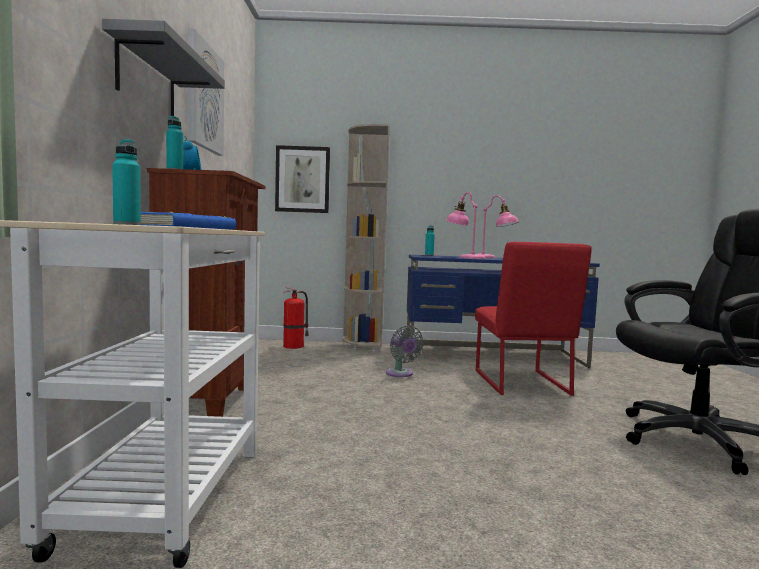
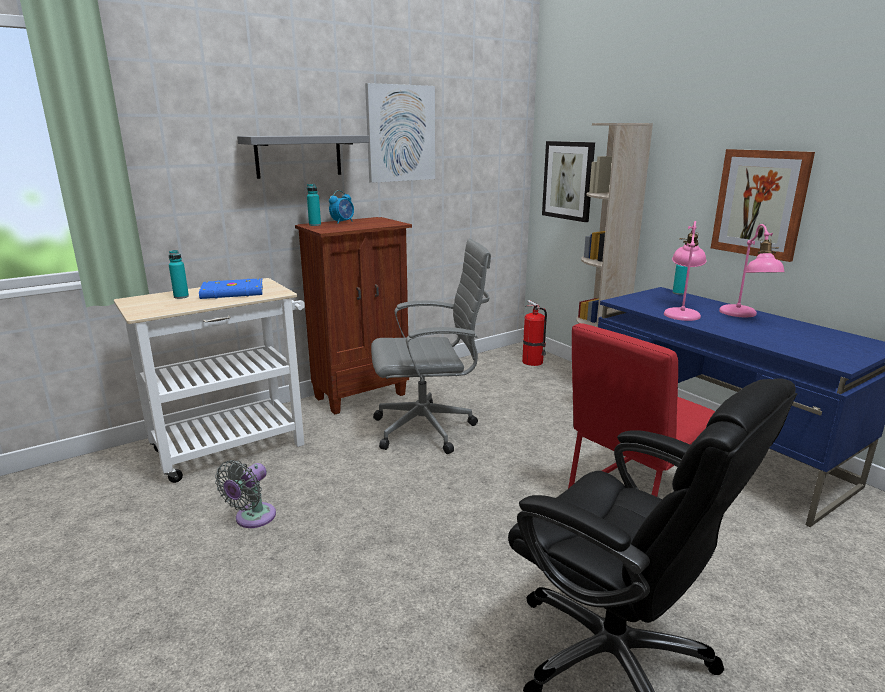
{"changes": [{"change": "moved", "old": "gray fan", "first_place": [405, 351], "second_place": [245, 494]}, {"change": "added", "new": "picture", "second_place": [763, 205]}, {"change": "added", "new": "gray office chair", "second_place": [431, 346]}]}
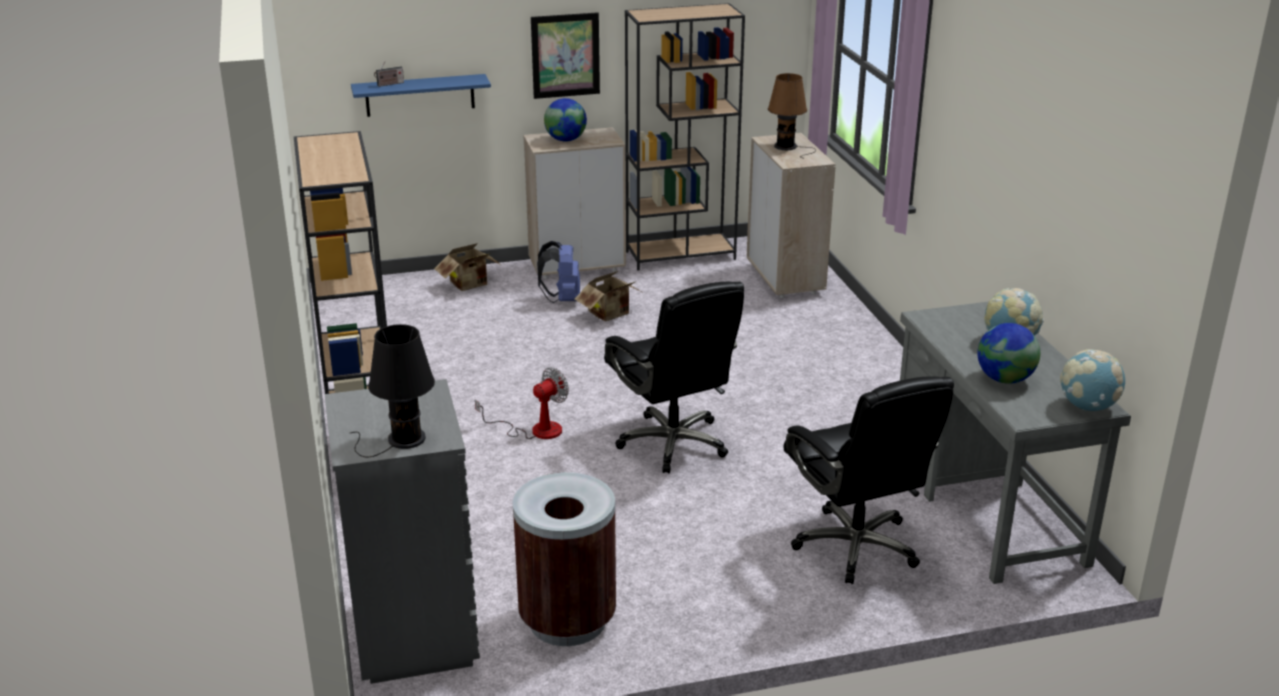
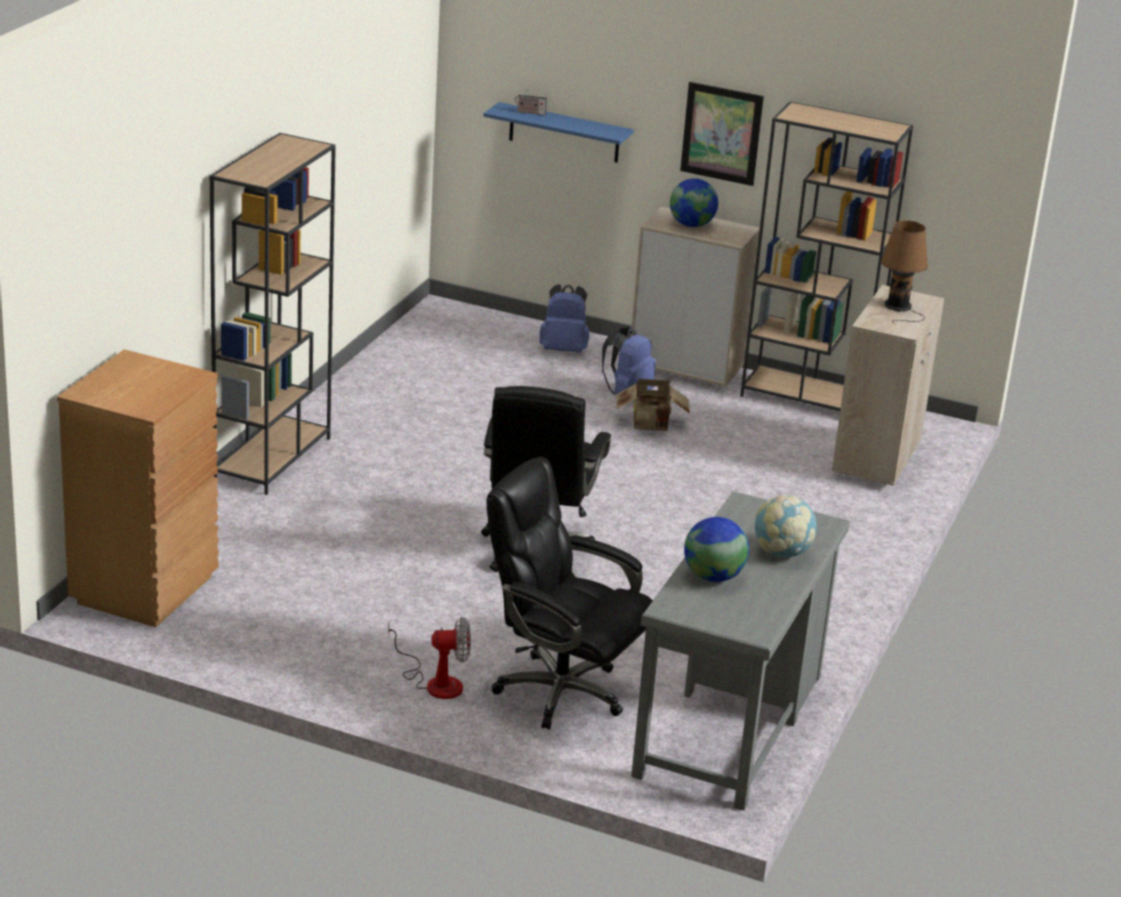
{"changes": [{"change": "replaced", "old": "cardboard box", "new": "blue backpack", "first_place": [467, 267], "second_place": [564, 318]}, {"change": "removed", "old": "black-coloured table lamp", "first_place": [393, 390]}, {"change": "removed", "old": "desk globe", "first_place": [1092, 380]}, {"change": "moved", "old": "fan", "first_place": [522, 403], "second_place": [429, 658]}, {"change": "turned", "old": "black-coloured office chair", "first_place": [869, 480], "second_place": [569, 593], "degrees": 105}, {"change": "recoloured", "old": "gray dresser", "new": "brownish dresser", "first_place": [402, 531], "second_place": [138, 488]}, {"change": "removed", "old": "brownish waste bin", "first_place": [564, 559]}]}
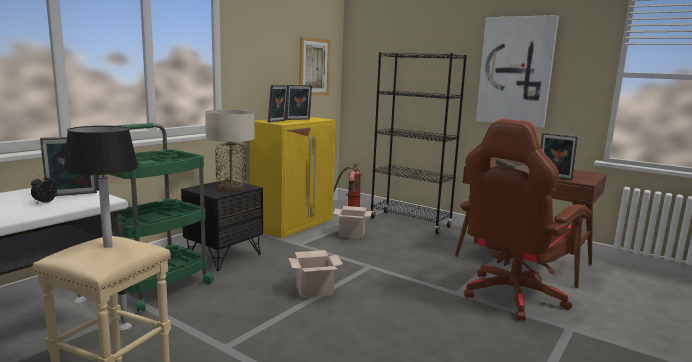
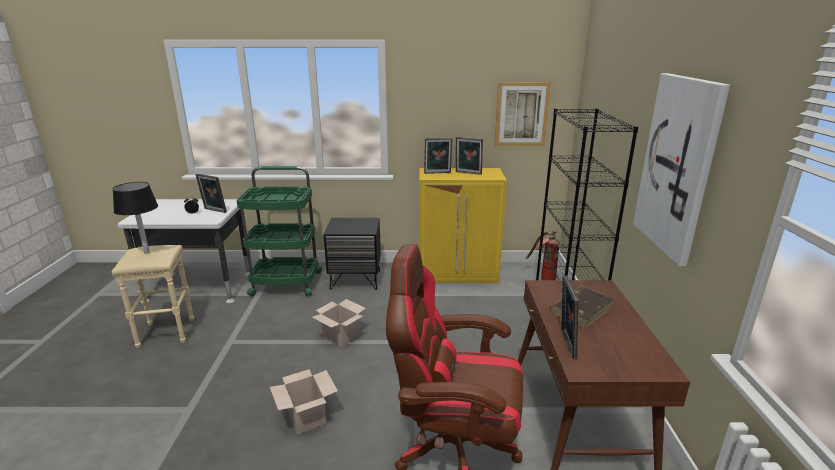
{"changes": [{"change": "removed", "old": "table lamp", "first_place": [230, 151]}, {"change": "moved", "old": "cardboard box", "first_place": [352, 222], "second_place": [304, 402]}]}
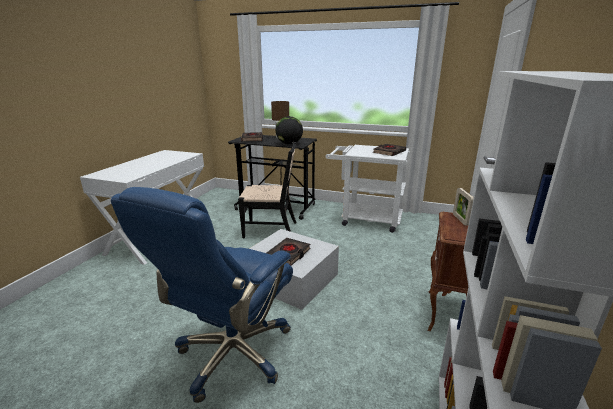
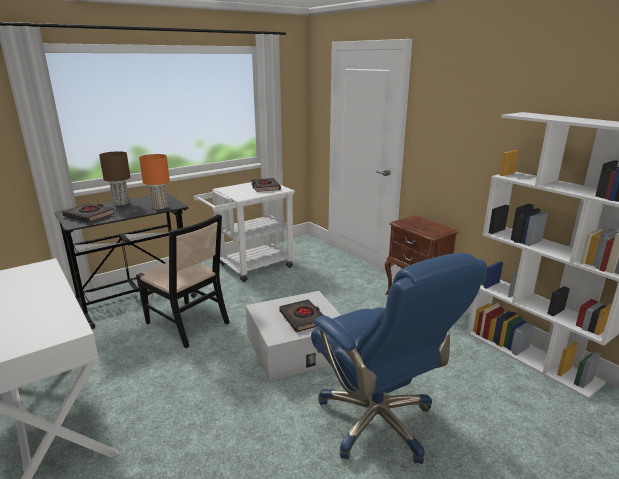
{"changes": [{"change": "replaced", "old": "desk globe", "new": "orange table lamp", "first_place": [289, 130], "second_place": [154, 181]}, {"change": "turned", "old": "plain chair", "first_place": [267, 190], "second_place": [183, 281], "degrees": 90}, {"change": "removed", "old": "standing frame", "first_place": [463, 207]}]}
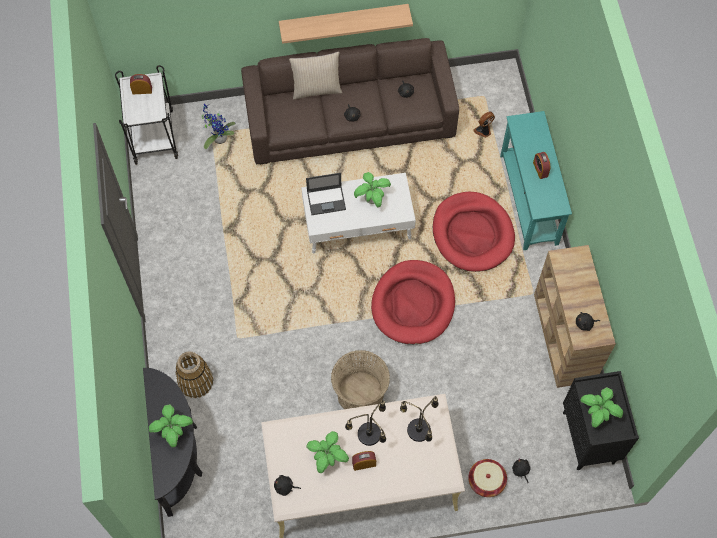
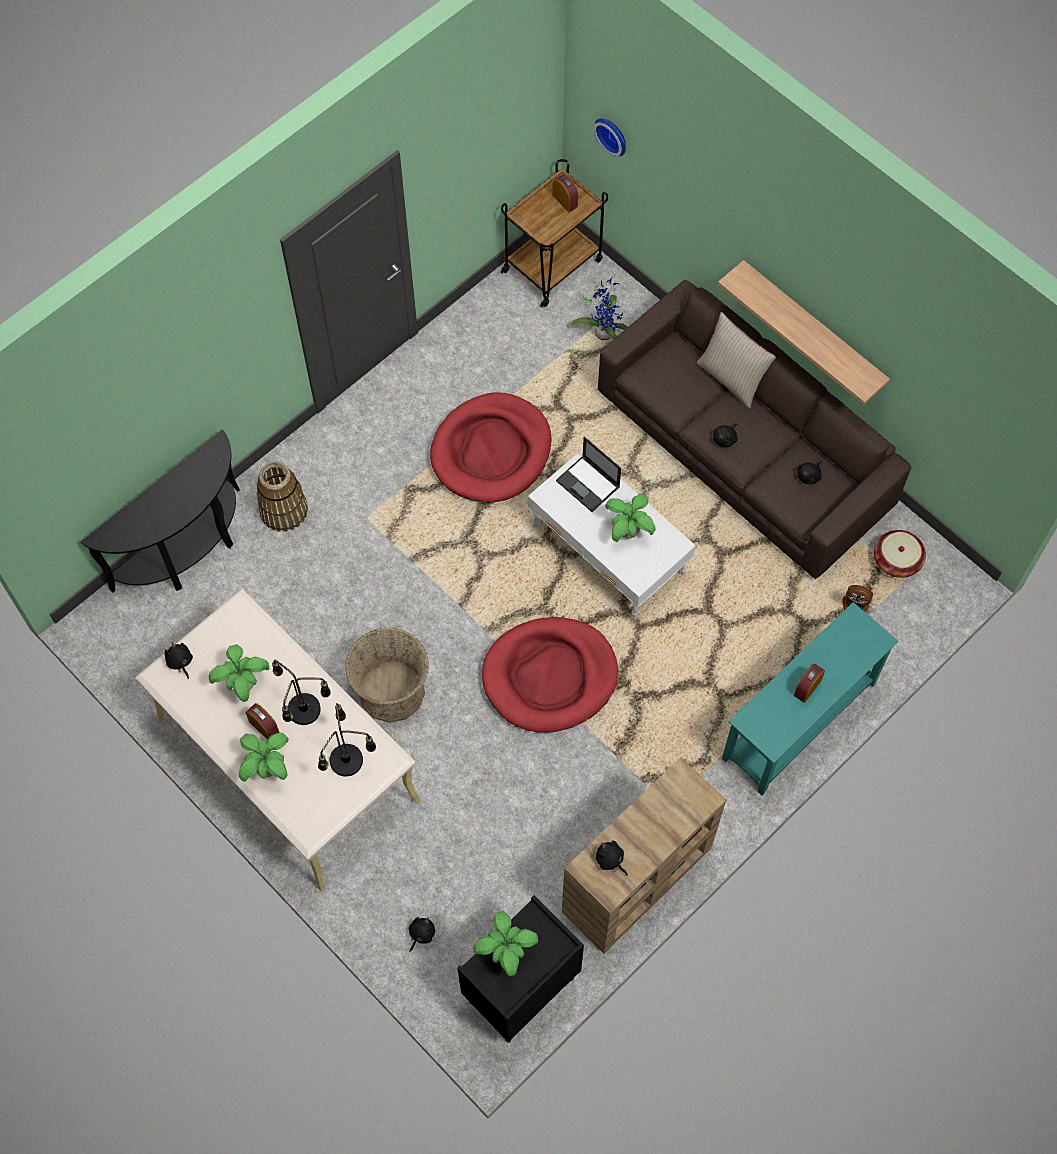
{"changes": [{"change": "recoloured", "old": "whitish cart", "new": "brownish cart", "first_place": [146, 115], "second_place": [554, 233]}, {"change": "moved", "old": "red dog bed", "first_place": [474, 232], "second_place": [491, 447]}, {"change": "moved", "old": "potted plant", "first_place": [171, 425], "second_place": [264, 757]}, {"change": "moved", "old": "storage basket", "first_place": [487, 478], "second_place": [900, 554]}, {"change": "added", "new": "wall clock", "second_place": [609, 138]}]}
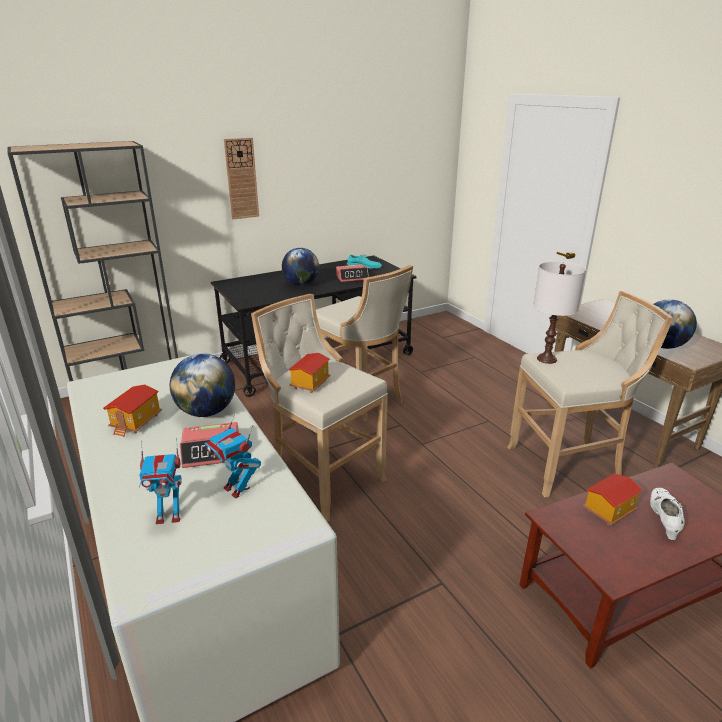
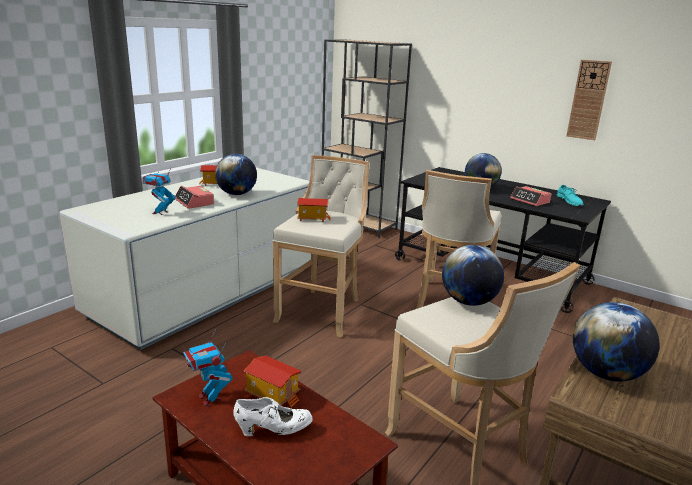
{"changes": [{"change": "moved", "old": "wall clock", "first_place": [241, 178], "second_place": [589, 100]}, {"change": "replaced", "old": "whitish table lamp", "new": "desk globe", "first_place": [559, 312], "second_place": [473, 275]}, {"change": "moved", "old": "toy robot", "first_place": [160, 481], "second_place": [208, 367]}]}
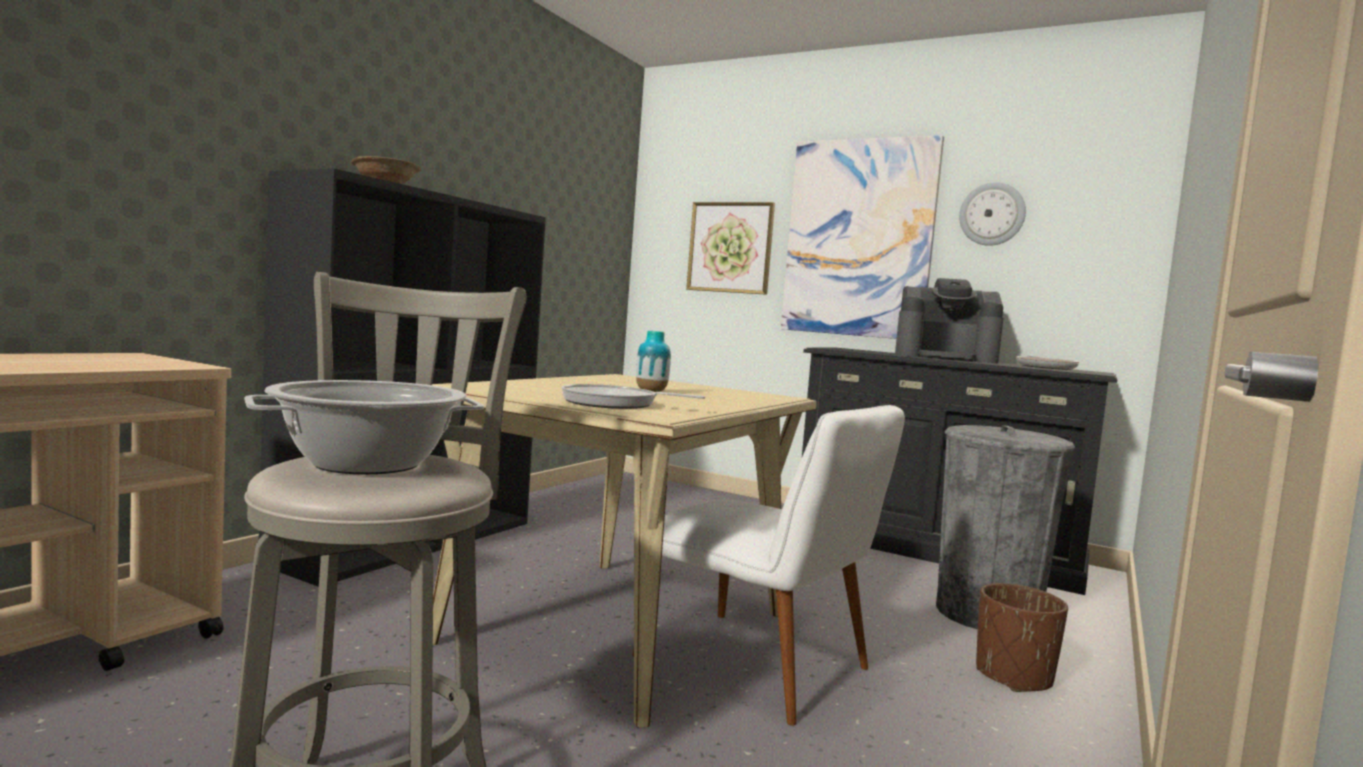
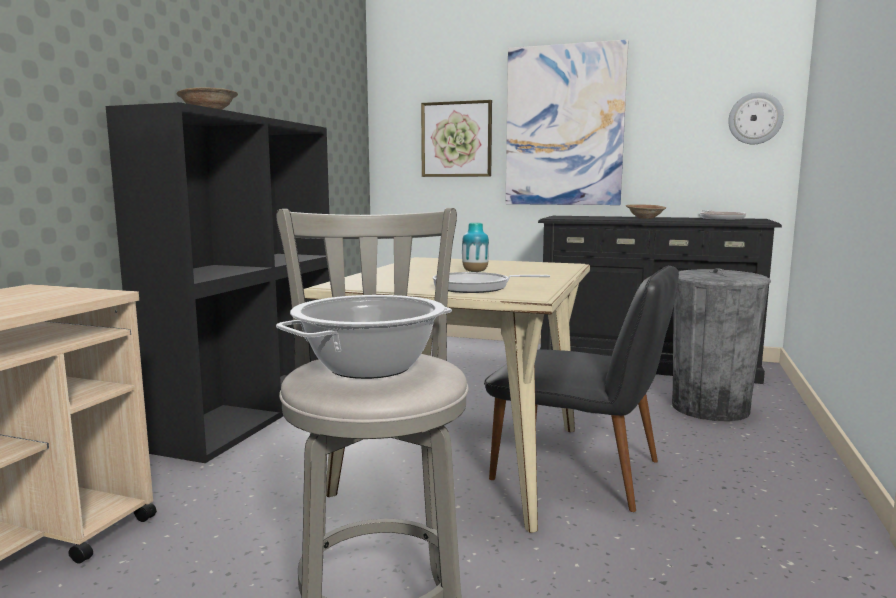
{"changes": [{"change": "moved", "old": "wall clock", "first_place": [992, 214], "second_place": [756, 118]}, {"change": "replaced", "old": "coffee maker", "new": "brownish bowl", "first_place": [949, 321], "second_place": [646, 211]}, {"change": "recoloured", "old": "whitish plain chair", "new": "black-coloured plain chair", "first_place": [768, 565], "second_place": [581, 388]}, {"change": "removed", "old": "brownish plant pot", "first_place": [1022, 637]}]}
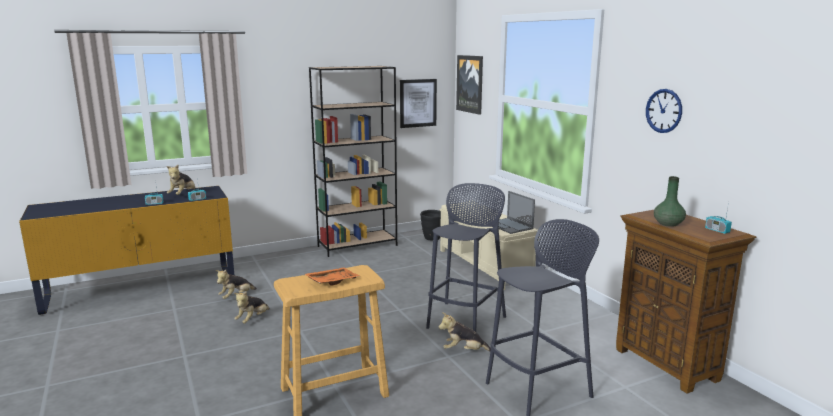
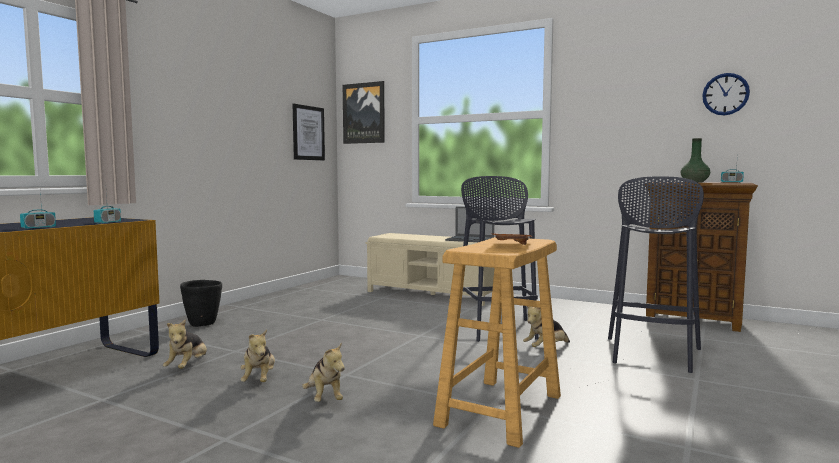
{"changes": [{"change": "removed", "old": "beige bookshelf", "first_place": [353, 161]}, {"change": "moved", "old": "wall clock", "first_place": [664, 111], "second_place": [726, 94]}, {"change": "moved", "old": "soft toy", "first_place": [181, 180], "second_place": [323, 372]}, {"change": "moved", "old": "black-coloured plant pot", "first_place": [430, 225], "second_place": [201, 303]}]}
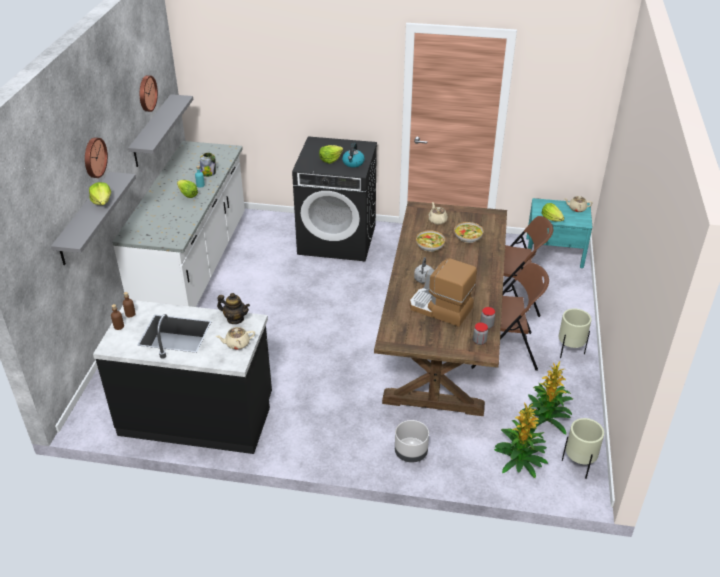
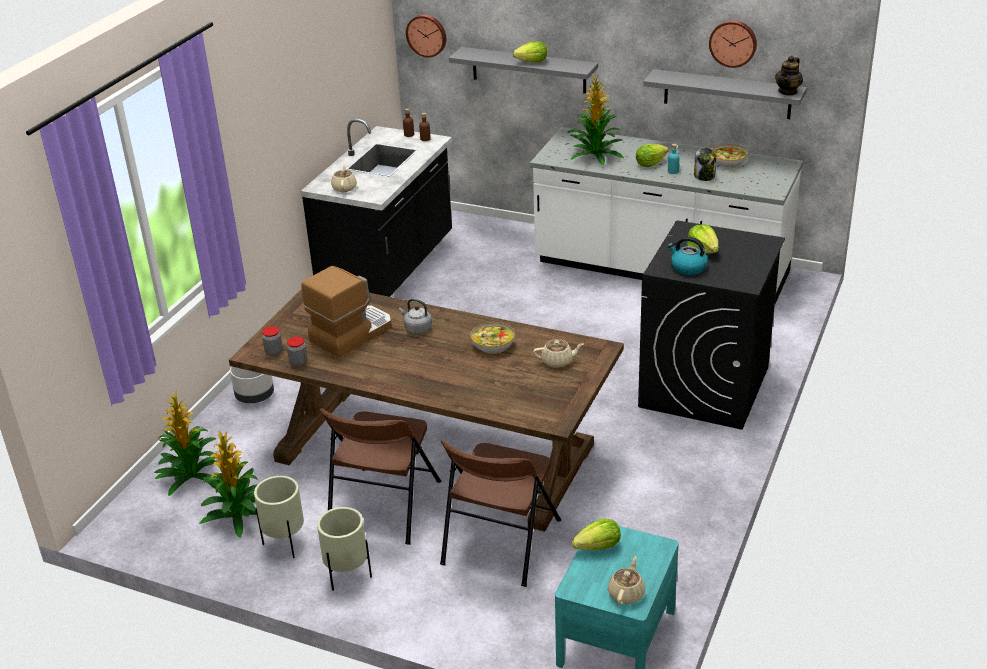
{"changes": [{"change": "moved", "old": "wall clock", "first_place": [96, 157], "second_place": [426, 36]}, {"change": "moved", "old": "bowl", "first_place": [468, 232], "second_place": [730, 156]}, {"change": "moved", "old": "pot for tea", "first_place": [233, 308], "second_place": [789, 76]}, {"change": "moved", "old": "beige plant pot", "first_place": [583, 448], "second_place": [279, 517]}, {"change": "added", "new": "potted plant", "second_place": [595, 120]}]}
